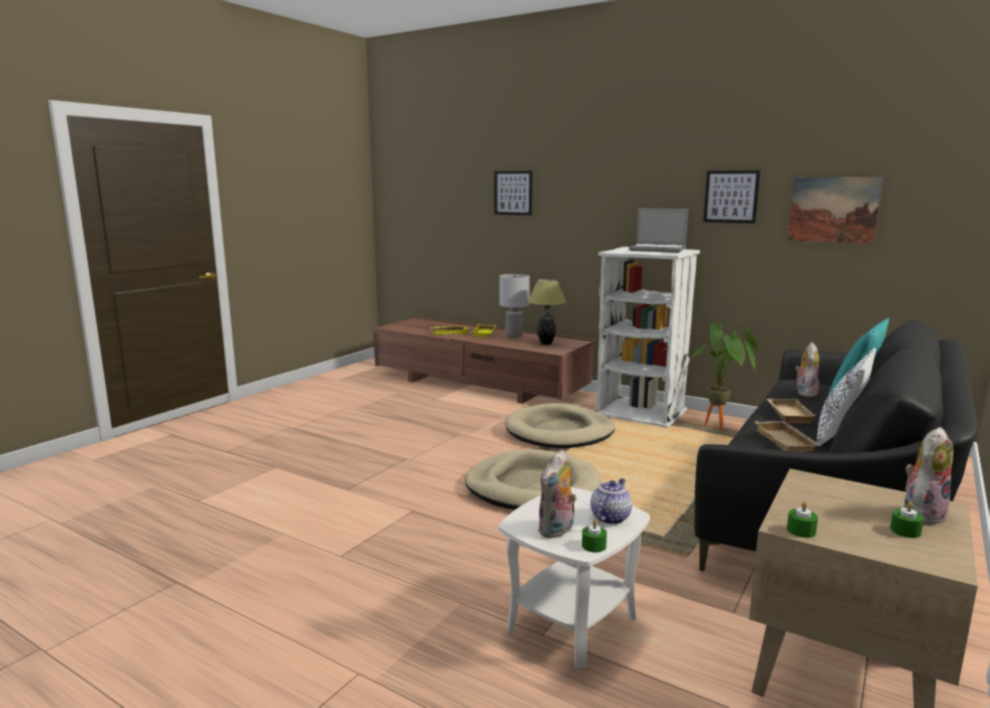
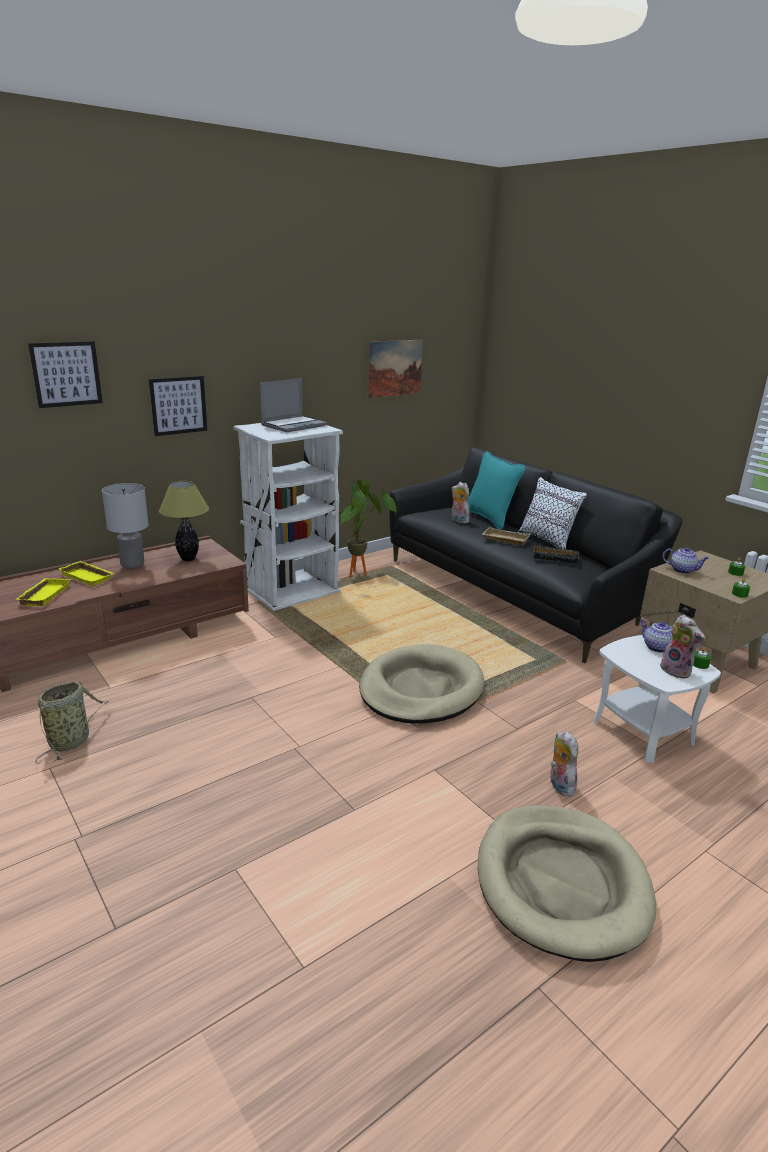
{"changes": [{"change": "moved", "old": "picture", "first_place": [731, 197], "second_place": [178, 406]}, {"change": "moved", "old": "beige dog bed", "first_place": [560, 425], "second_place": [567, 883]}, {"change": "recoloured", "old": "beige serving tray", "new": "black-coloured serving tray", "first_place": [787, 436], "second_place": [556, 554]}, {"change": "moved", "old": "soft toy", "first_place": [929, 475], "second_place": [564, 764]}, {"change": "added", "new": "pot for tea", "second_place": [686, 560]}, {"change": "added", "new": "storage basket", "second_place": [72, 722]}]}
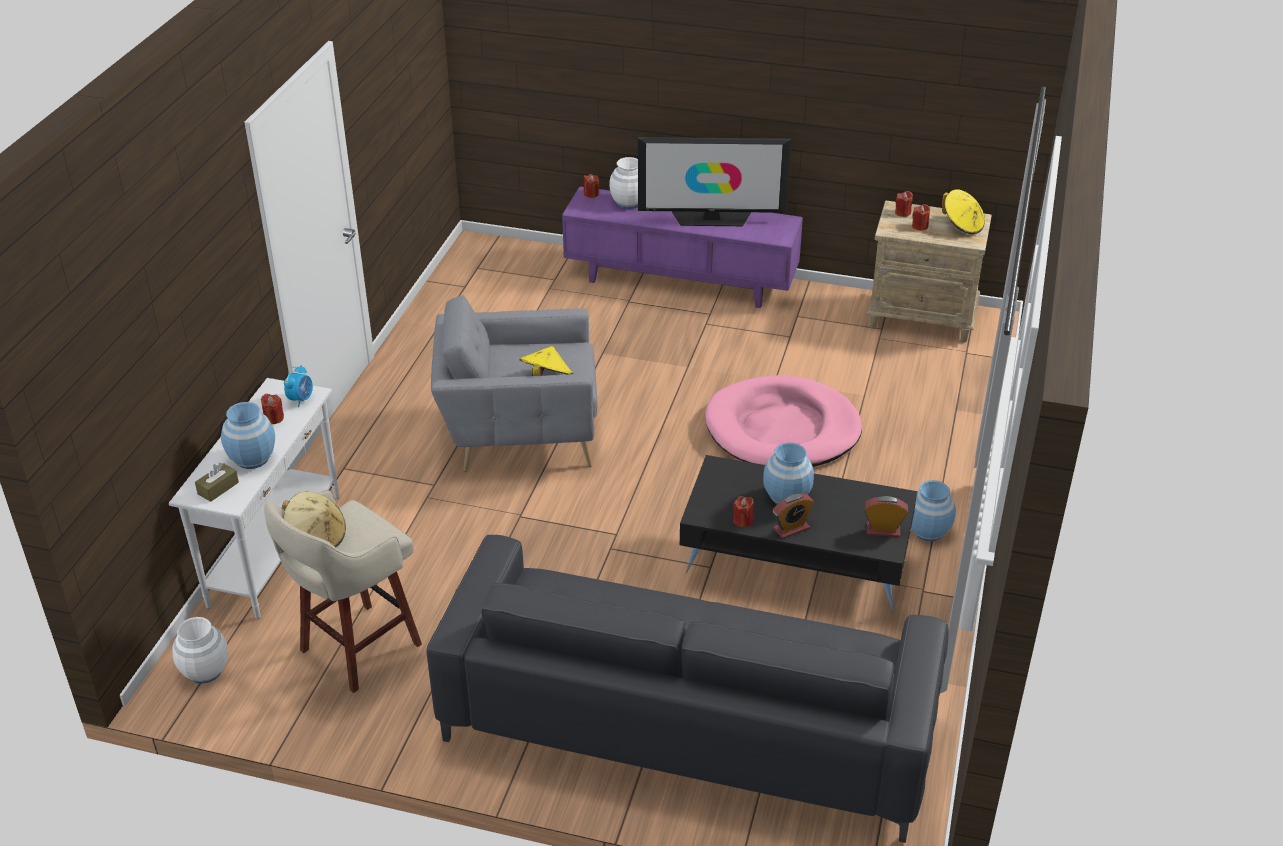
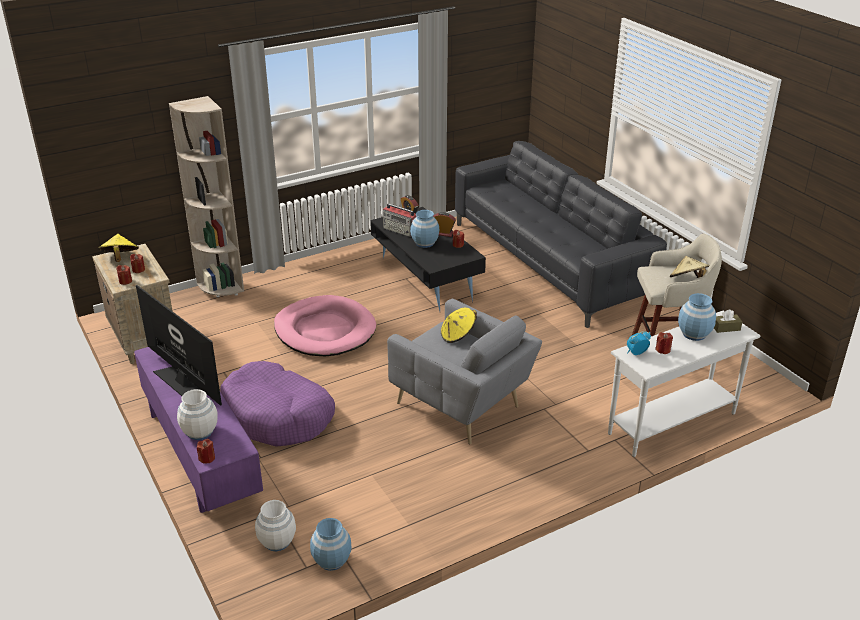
{"changes": [{"change": "moved", "old": "blue vase", "first_place": [933, 510], "second_place": [331, 544]}, {"change": "moved", "old": "whitish vase", "first_place": [200, 650], "second_place": [275, 525]}, {"change": "added", "new": "beige bookshelf", "second_place": [206, 196]}, {"change": "added", "new": "radio receiver", "second_place": [400, 220]}, {"change": "added", "new": "purplish dog bed", "second_place": [277, 404]}]}
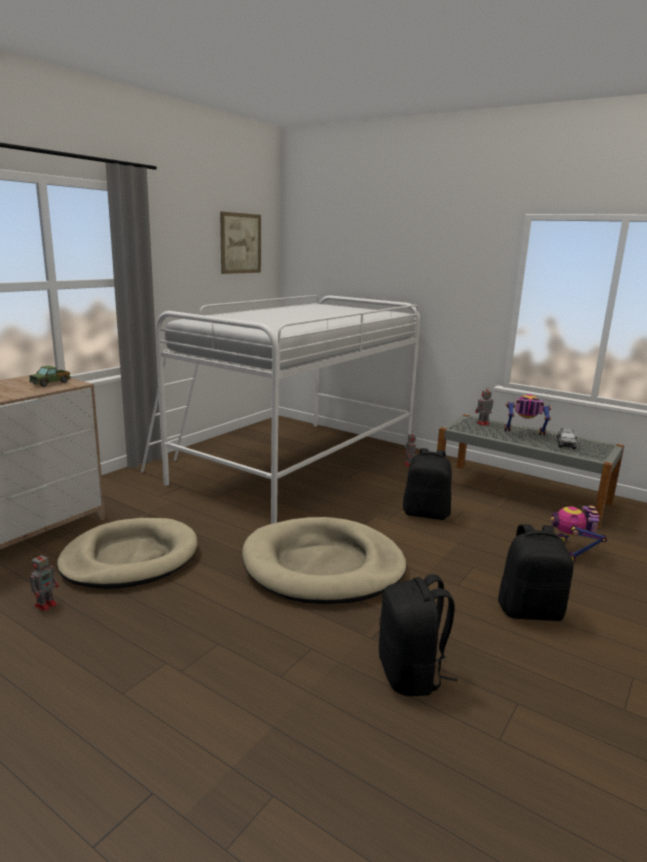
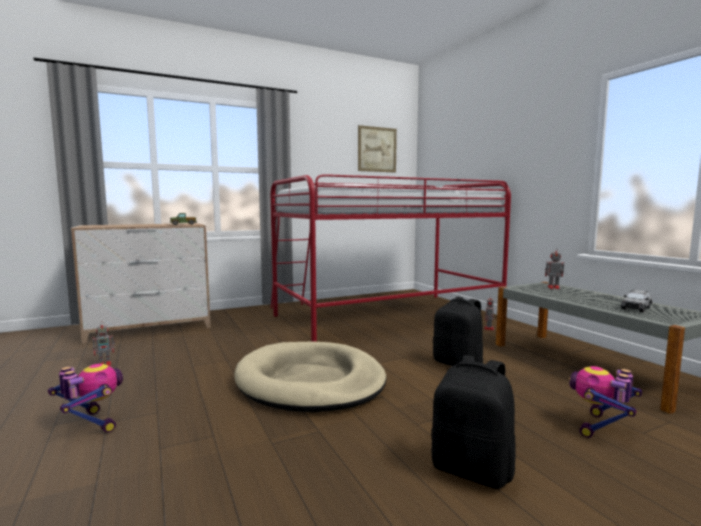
{"changes": [{"change": "recoloured", "old": "whitish bedroom bed", "new": "red bedroom bed", "first_place": [280, 409], "second_place": [391, 258]}, {"change": "moved", "old": "toy robot", "first_place": [527, 414], "second_place": [85, 398]}, {"change": "removed", "old": "beige dog bed", "first_place": [127, 553]}, {"change": "removed", "old": "black-coloured backpack", "first_place": [418, 635]}]}
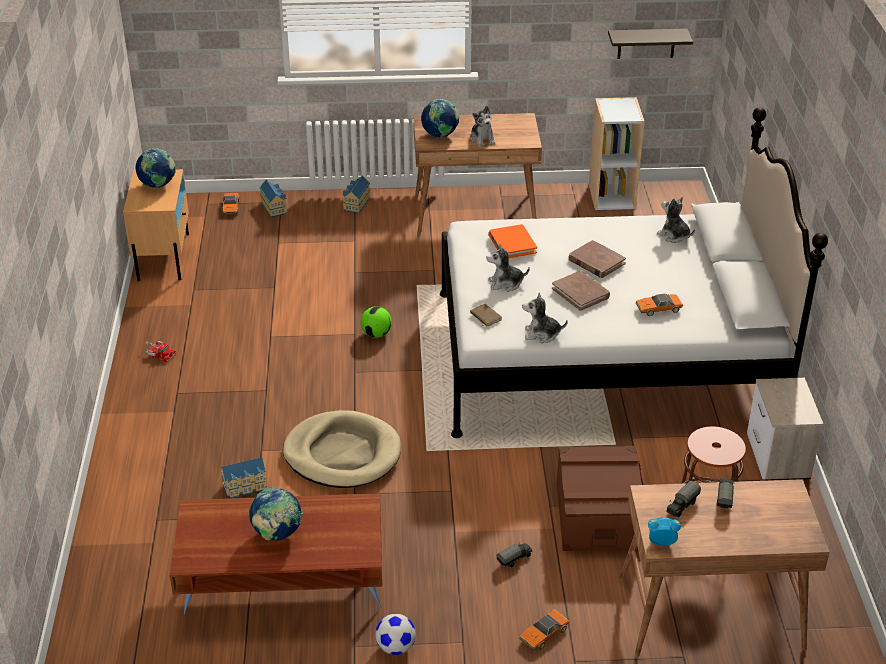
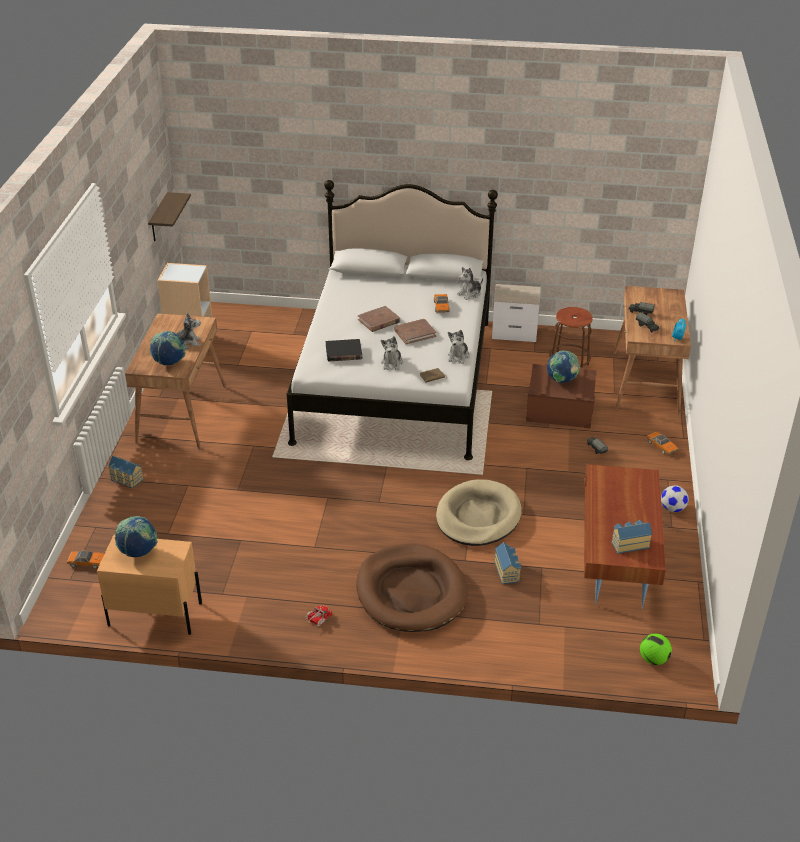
{"changes": [{"change": "moved", "old": "toy house", "first_place": [273, 198], "second_place": [631, 537]}, {"change": "moved", "old": "soft toy", "first_place": [676, 220], "second_place": [470, 283]}, {"change": "recoloured", "old": "orange book", "new": "black-coloured book", "first_place": [512, 241], "second_place": [344, 350]}, {"change": "moved", "old": "ball for football", "first_place": [376, 322], "second_place": [656, 649]}, {"change": "moved", "old": "desk globe", "first_place": [276, 513], "second_place": [563, 366]}, {"change": "added", "new": "brownish dog bed", "second_place": [412, 588]}]}
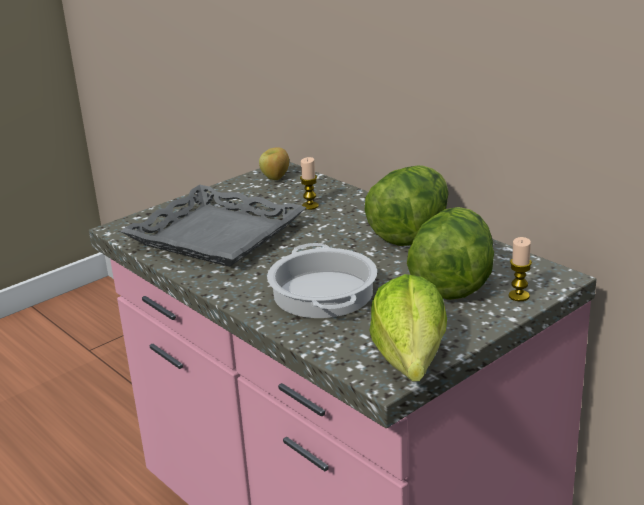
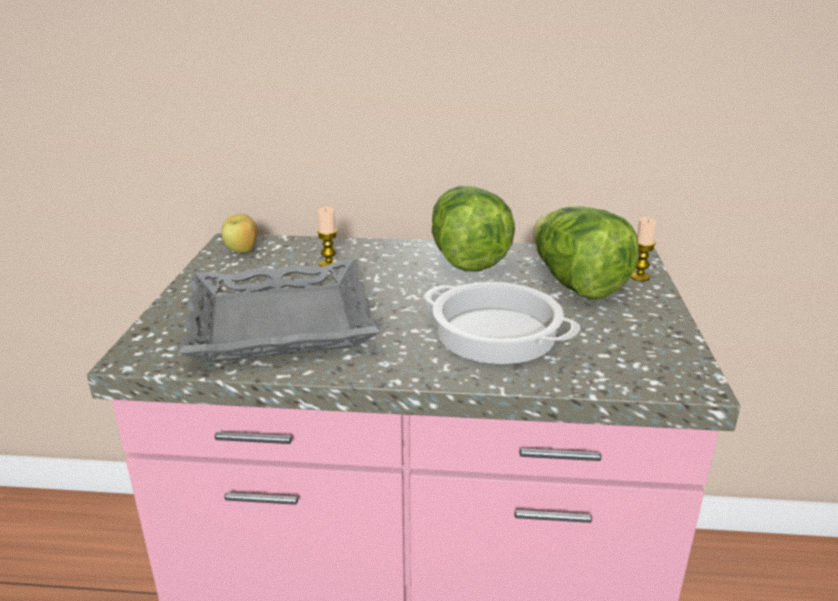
{"changes": [{"change": "removed", "old": "lettuce", "first_place": [408, 327]}]}
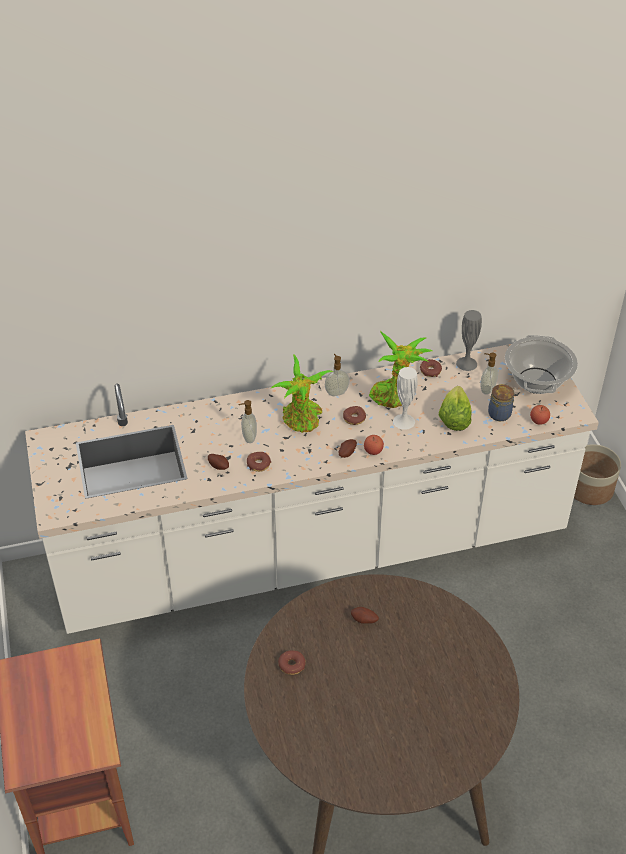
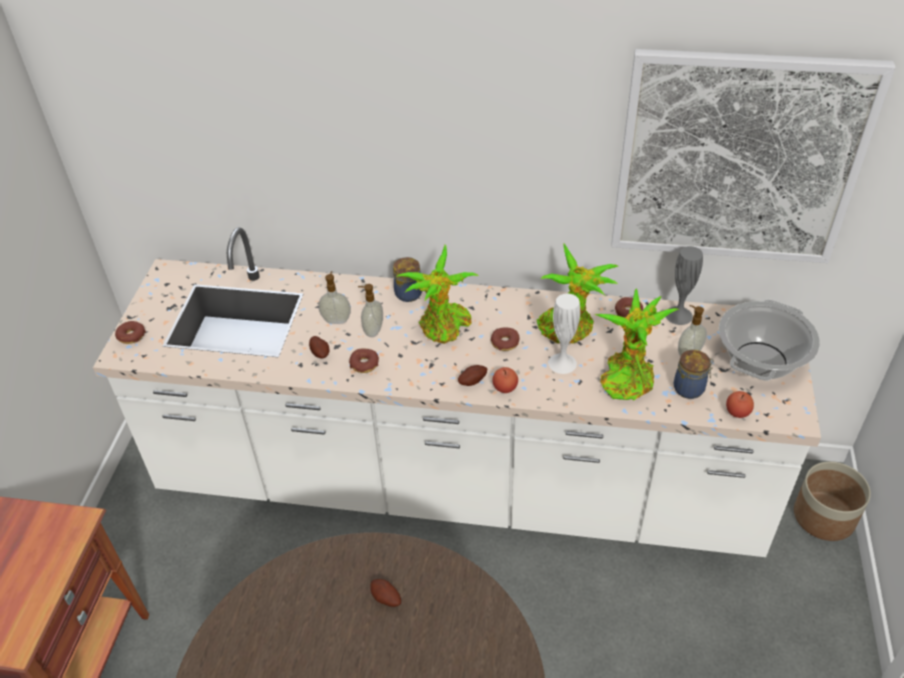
{"changes": [{"change": "moved", "old": "soap bottle", "first_place": [337, 375], "second_place": [334, 297]}, {"change": "replaced", "old": "lettuce", "new": "potted plant", "first_place": [455, 408], "second_place": [636, 344]}, {"change": "moved", "old": "donut", "first_place": [292, 662], "second_place": [130, 332]}, {"change": "added", "new": "picture", "second_place": [753, 156]}, {"change": "added", "new": "preserve jar", "second_place": [407, 279]}]}
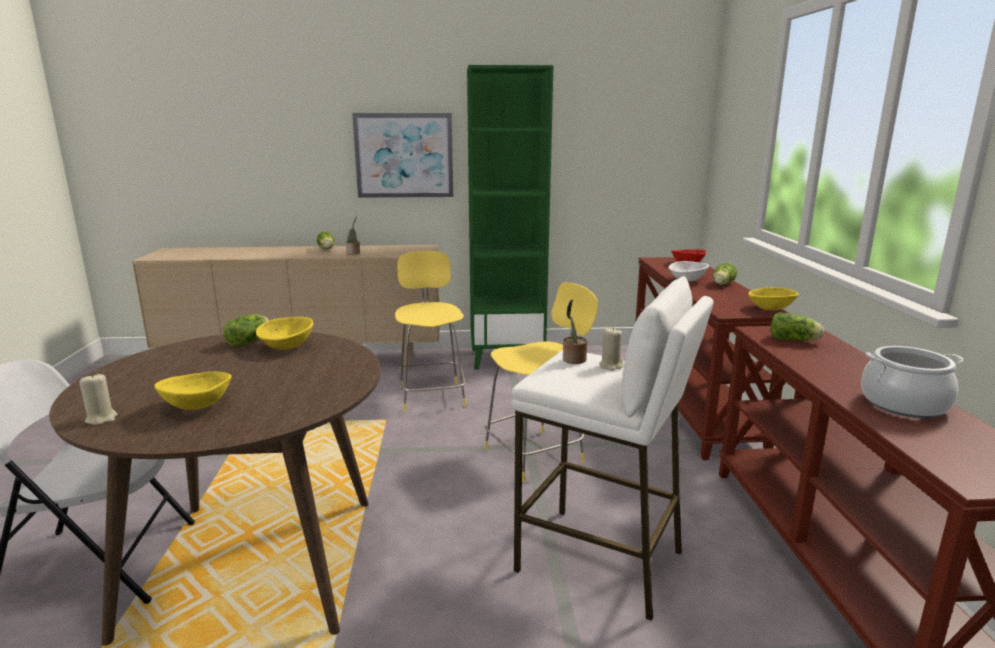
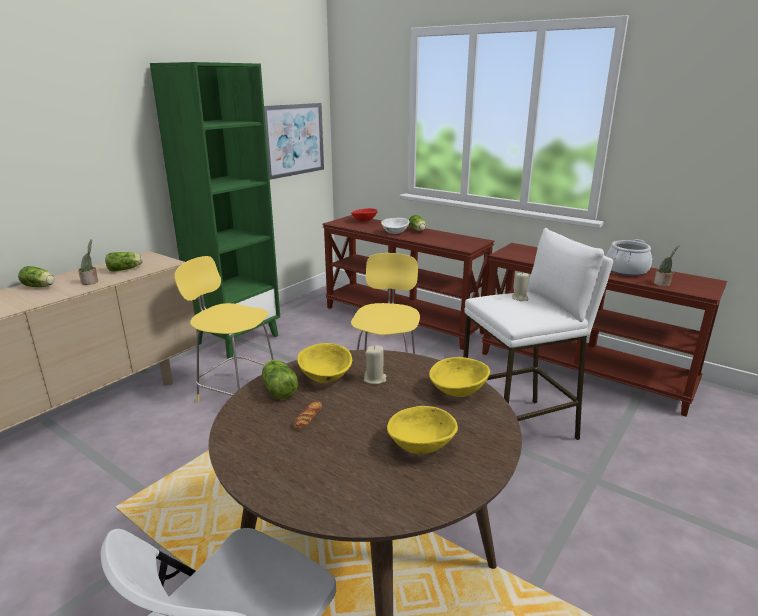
{"changes": [{"change": "moved", "old": "picture", "first_place": [402, 155], "second_place": [294, 141]}, {"change": "moved", "old": "yellowish bowl", "first_place": [773, 299], "second_place": [459, 377]}, {"change": "moved", "old": "potted plant", "first_place": [575, 331], "second_place": [667, 266]}, {"change": "moved", "old": "lettuce", "first_place": [797, 327], "second_place": [124, 262]}, {"change": "moved", "old": "beige wax candle", "first_place": [98, 399], "second_place": [375, 364]}, {"change": "added", "new": "bakery bread", "second_place": [307, 415]}]}
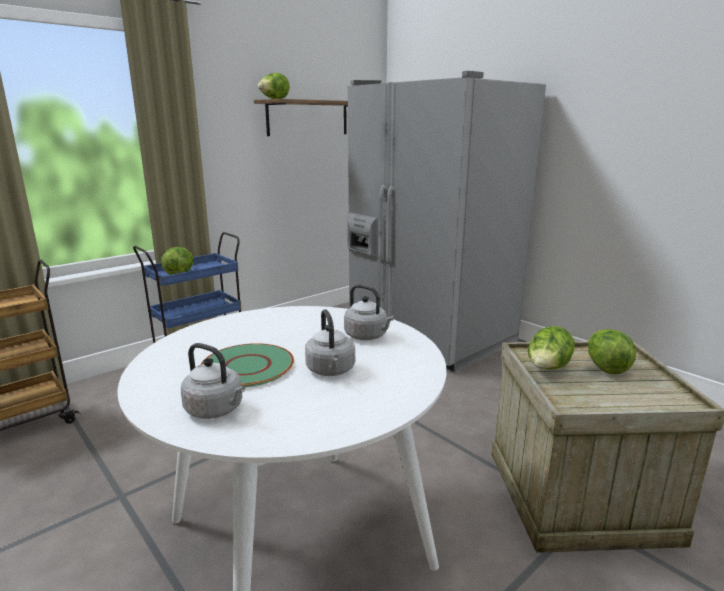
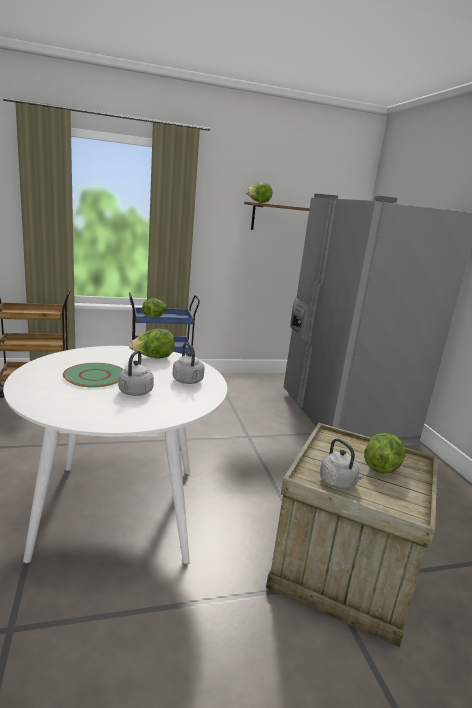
{"changes": [{"change": "moved", "old": "lettuce", "first_place": [551, 348], "second_place": [151, 344]}, {"change": "moved", "old": "gray water kettle", "first_place": [213, 381], "second_place": [342, 463]}]}
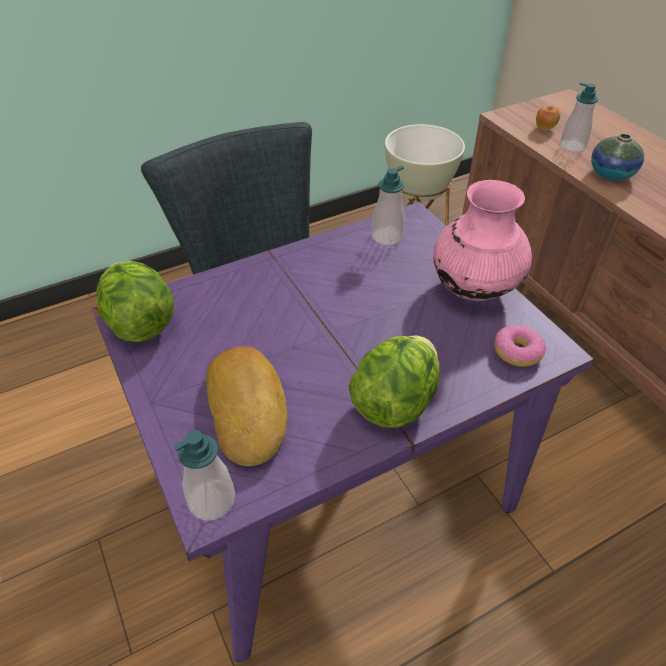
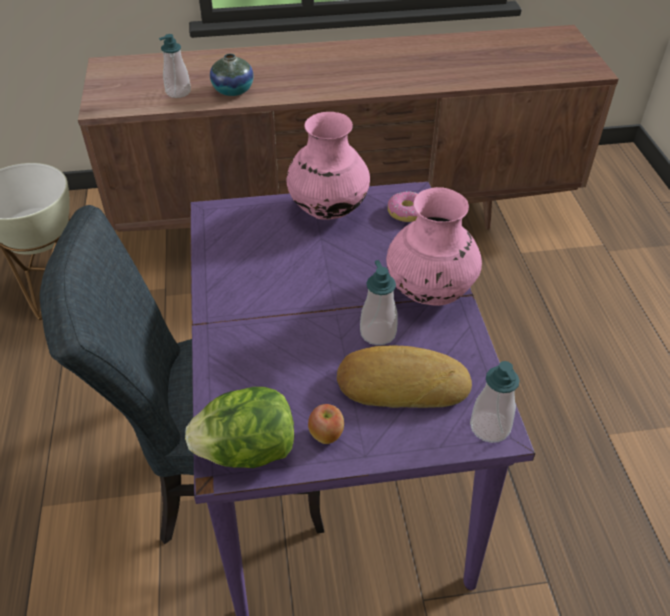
{"changes": [{"change": "moved", "old": "apple", "first_place": [548, 118], "second_place": [326, 424]}, {"change": "moved", "old": "soap bottle", "first_place": [388, 205], "second_place": [379, 302]}, {"change": "replaced", "old": "lettuce", "new": "pink-coloured vase", "first_place": [394, 381], "second_place": [434, 246]}]}
